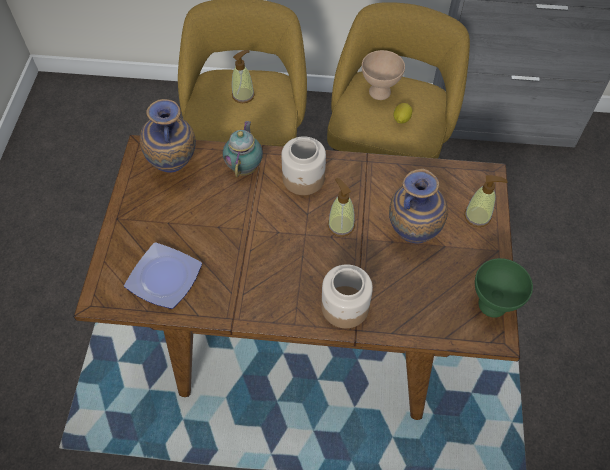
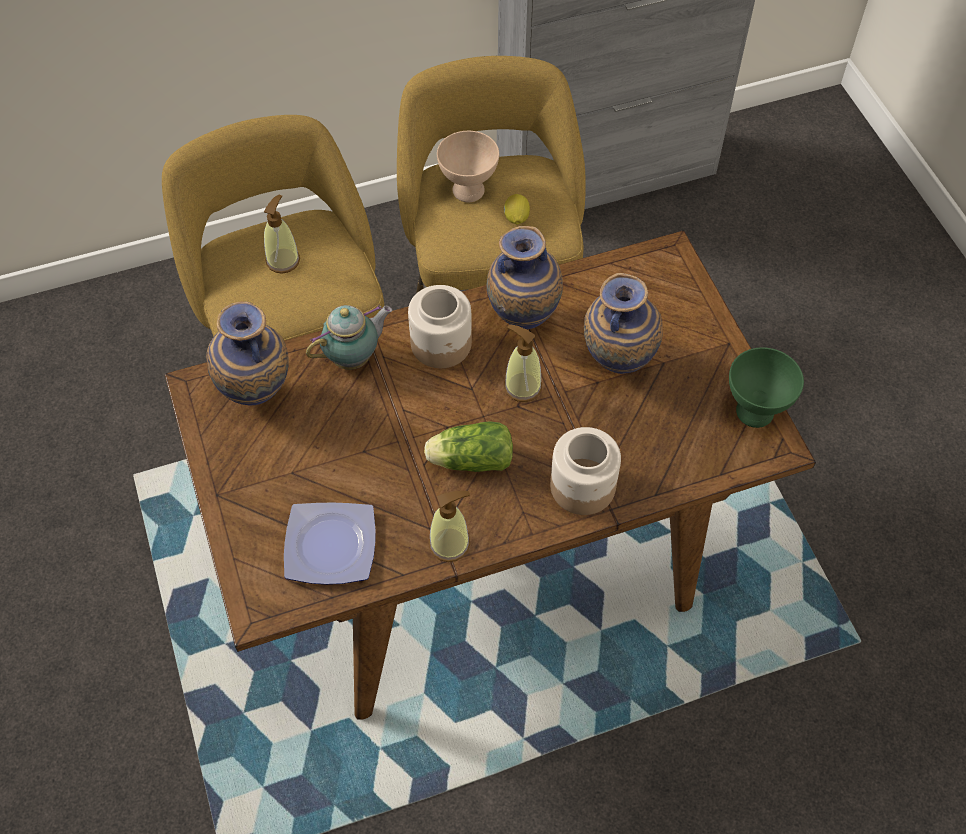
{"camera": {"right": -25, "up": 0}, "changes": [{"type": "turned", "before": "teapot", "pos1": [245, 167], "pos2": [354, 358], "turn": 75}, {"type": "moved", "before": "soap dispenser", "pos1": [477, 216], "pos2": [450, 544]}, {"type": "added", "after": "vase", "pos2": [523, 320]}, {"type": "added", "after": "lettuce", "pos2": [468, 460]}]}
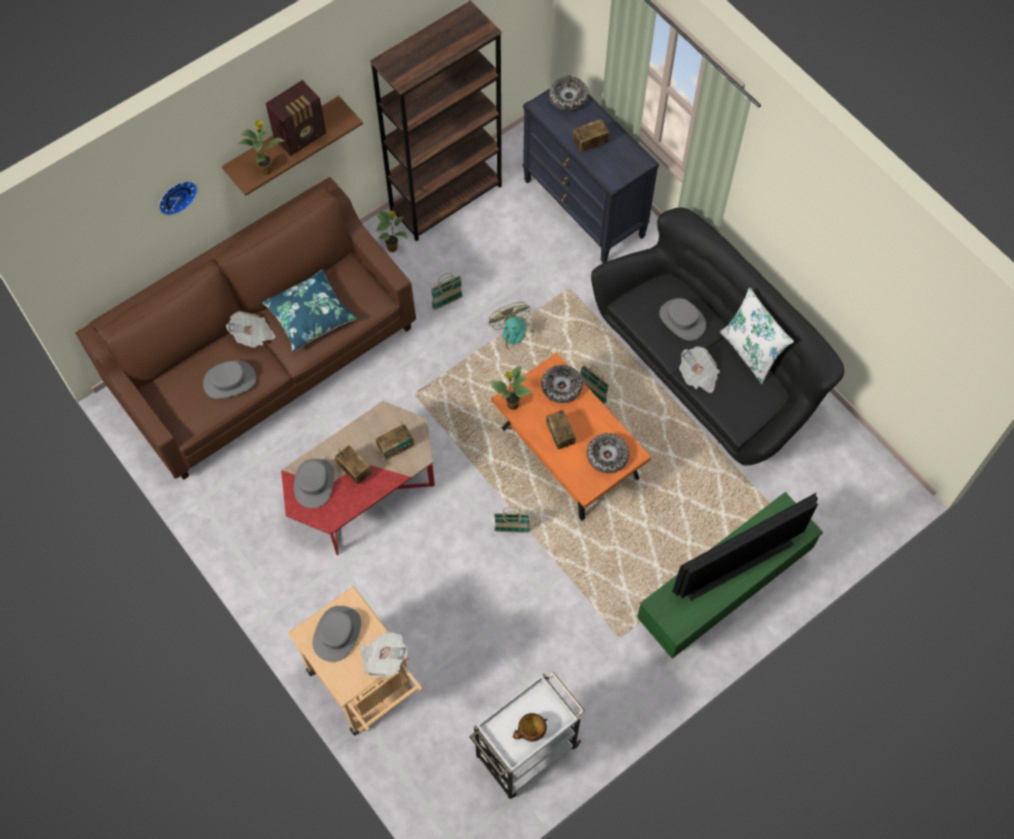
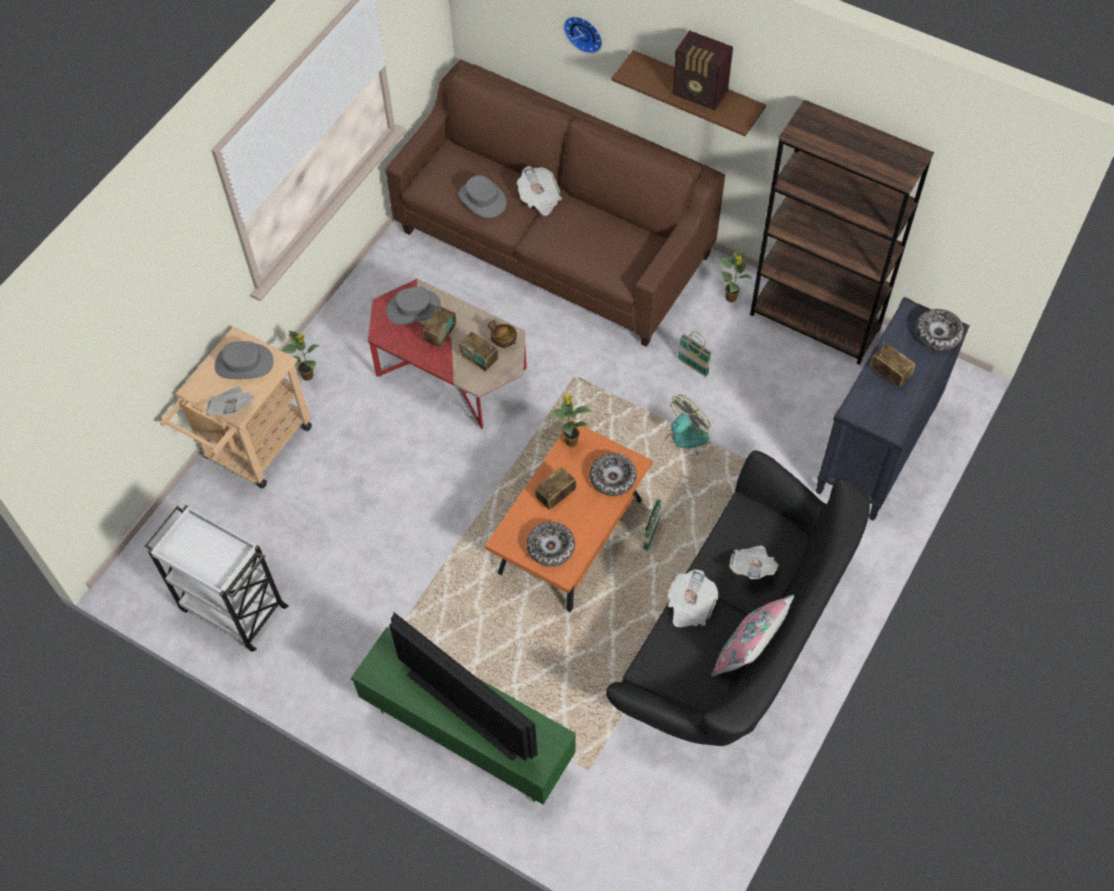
{"camera": {"right": 70, "up": -5}, "changes": [{"type": "moved", "before": "potted plant", "pos1": [267, 170], "pos2": [308, 376]}, {"type": "removed", "before": "pillow in blue", "pos1": [310, 315]}, {"type": "recoloured", "before": "pillow in white", "after": "pillow in pink", "pos1": [750, 352], "pos2": [748, 651]}, {"type": "replaced", "before": "hat in grey", "after": "newspaper", "pos1": [682, 320], "pos2": [752, 567]}, {"type": "removed", "before": "basket", "pos1": [512, 530]}, {"type": "moved", "before": "bowl", "pos1": [531, 731], "pos2": [503, 343]}]}
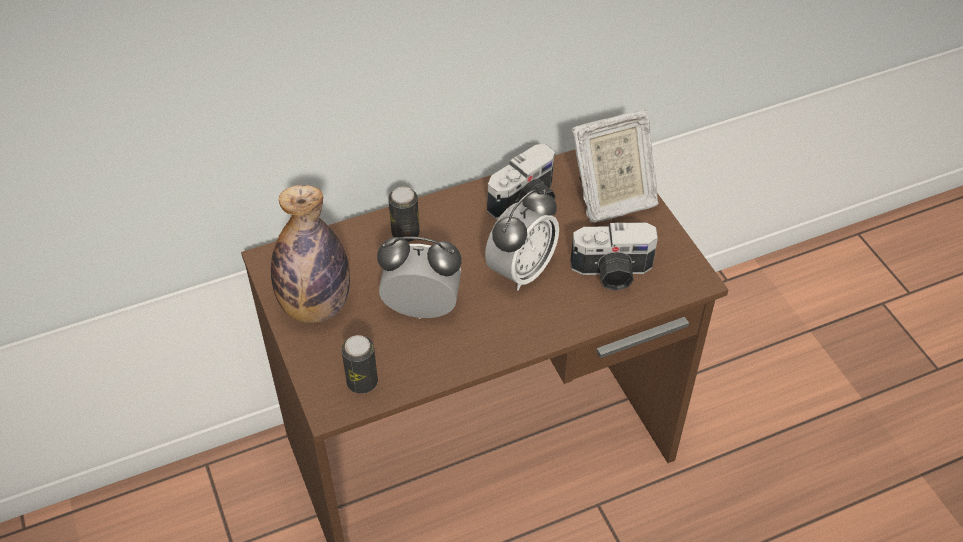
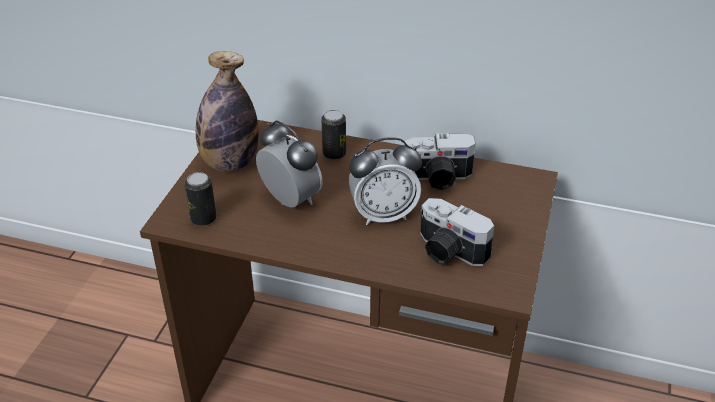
{"camera": {"right": 40, "up": -10}, "changes": [{"type": "removed", "before": "picture frame", "pos1": [612, 199]}]}
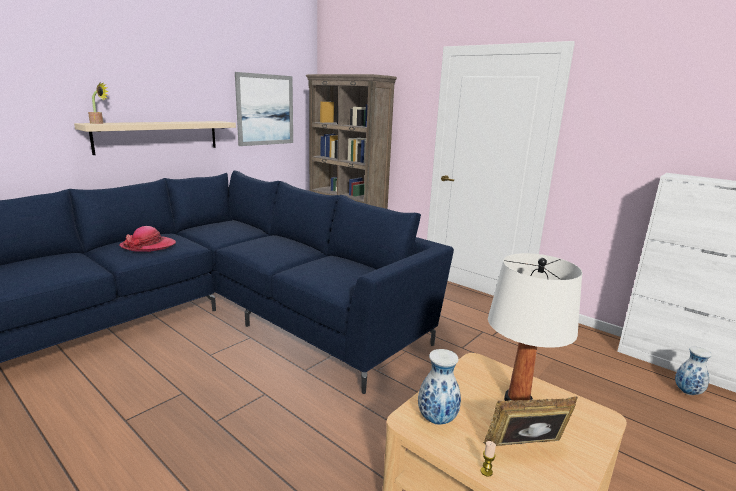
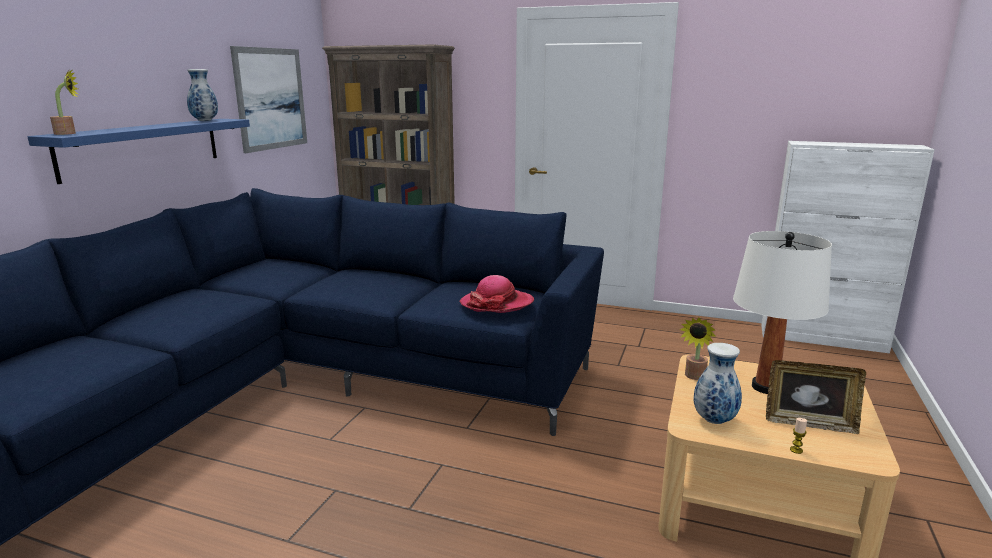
{"camera": {"right": -20, "up": 0}, "changes": [{"type": "recoloured", "before": "shelf in beige", "after": "shelf in blue", "pos1": [158, 136], "pos2": [143, 147]}, {"type": "moved", "before": "hat", "pos1": [148, 246], "pos2": [497, 304]}, {"type": "moved", "before": "vase", "pos1": [687, 392], "pos2": [204, 121]}, {"type": "turned", "before": "picture frame", "pos1": [526, 448], "pos2": [809, 423], "turn": -135}, {"type": "added", "after": "potted plant", "pos2": [694, 377]}]}
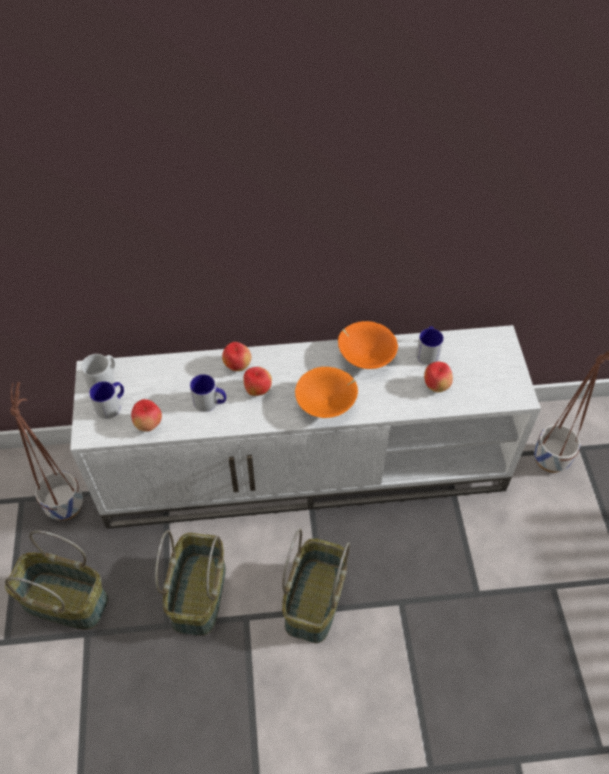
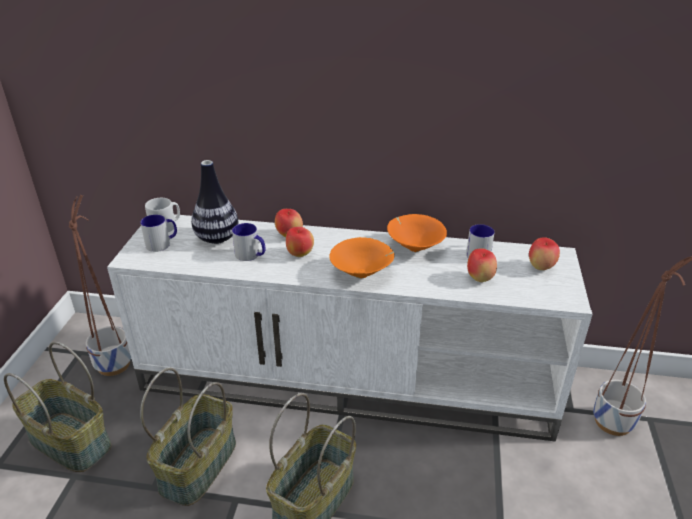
{"camera": {"right": 15, "up": -20}, "changes": [{"type": "moved", "before": "apple", "pos1": [148, 424], "pos2": [541, 267]}, {"type": "added", "after": "vase", "pos2": [217, 238]}]}
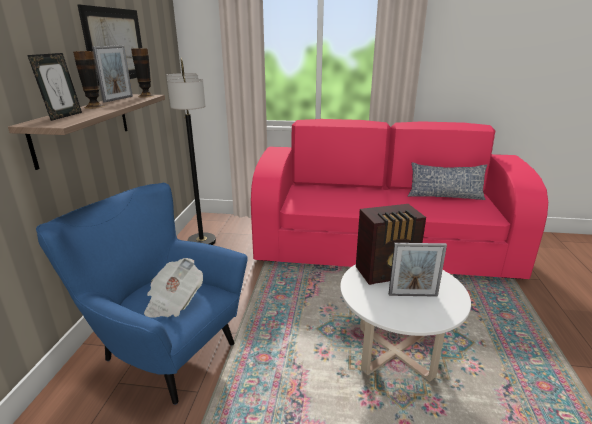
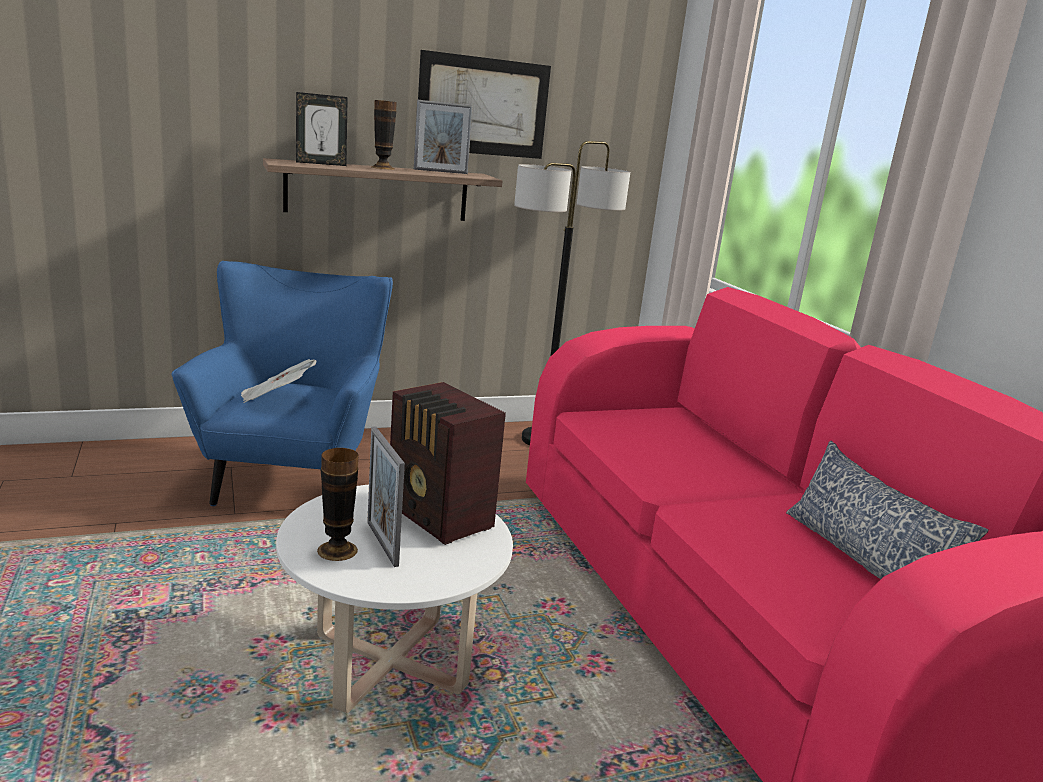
{"camera": {"right": 60, "up": -5}, "changes": [{"type": "moved", "before": "vase", "pos1": [146, 96], "pos2": [337, 550]}]}
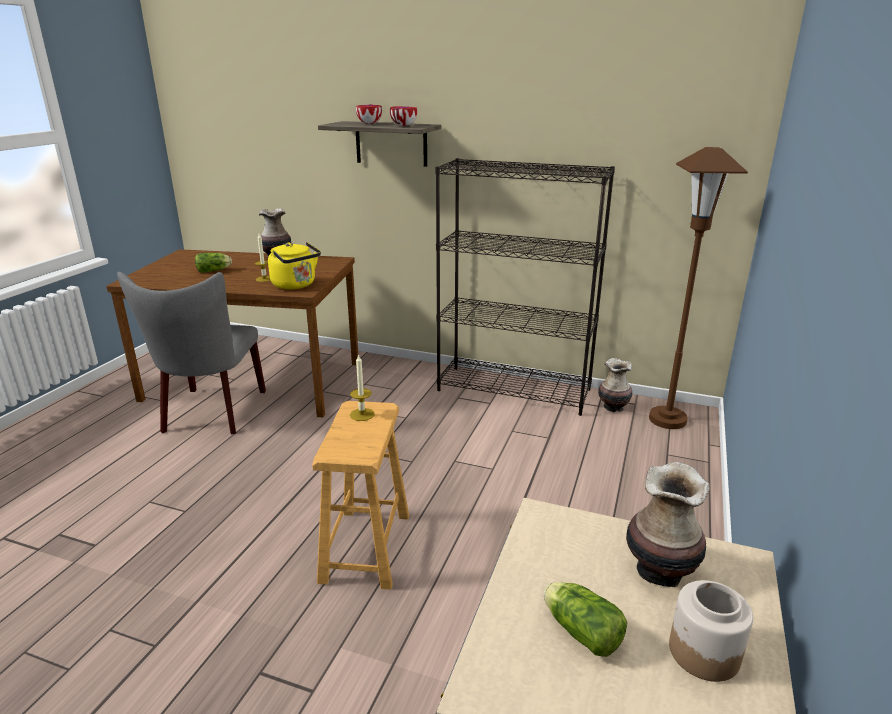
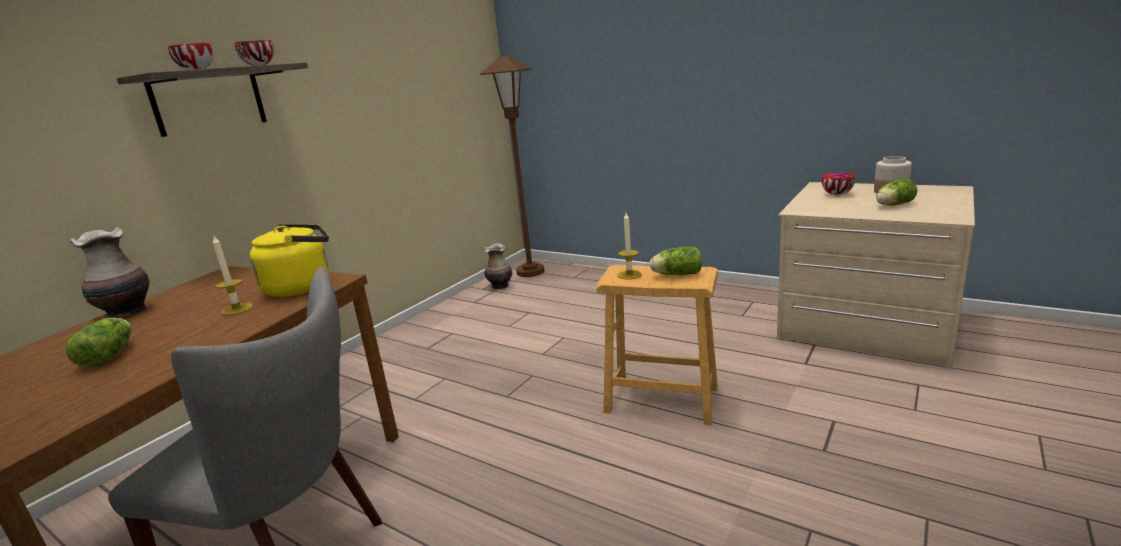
{"camera": {"right": -75, "up": -5}, "changes": [{"type": "removed", "before": "bookcase in black", "pos1": [514, 390]}, {"type": "replaced", "before": "vase", "after": "bowl", "pos1": [660, 570], "pos2": [836, 194]}, {"type": "added", "after": "lettuce", "pos2": [675, 274]}]}
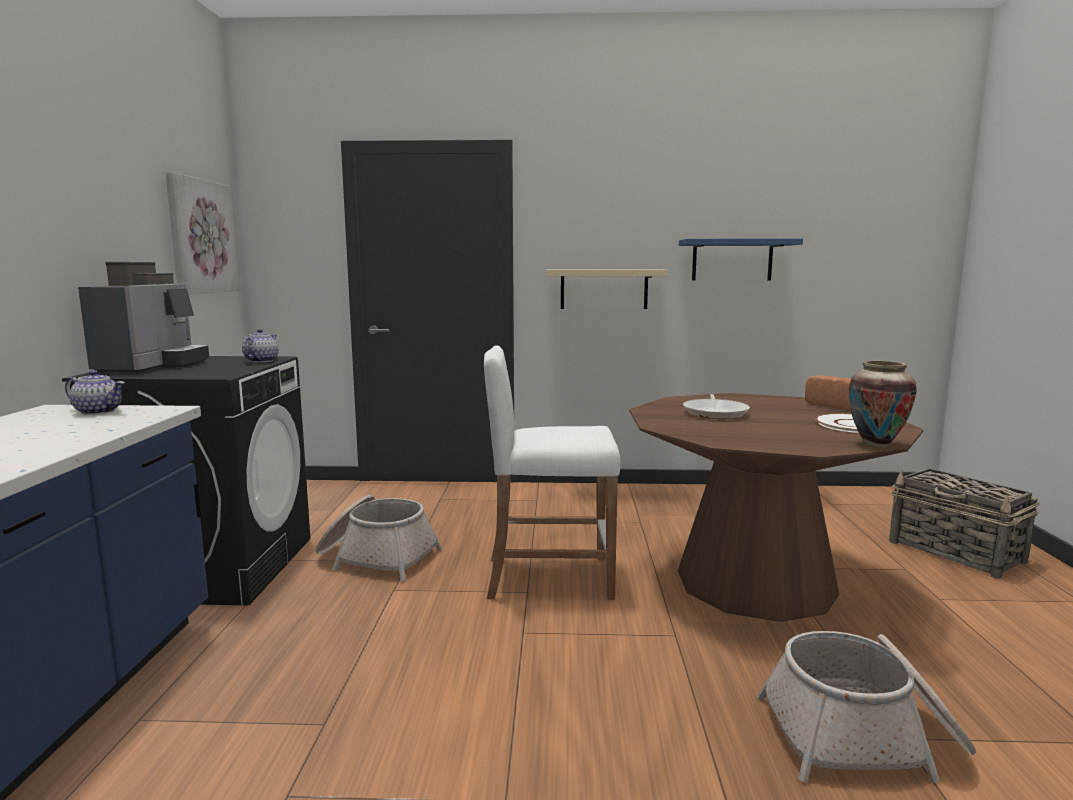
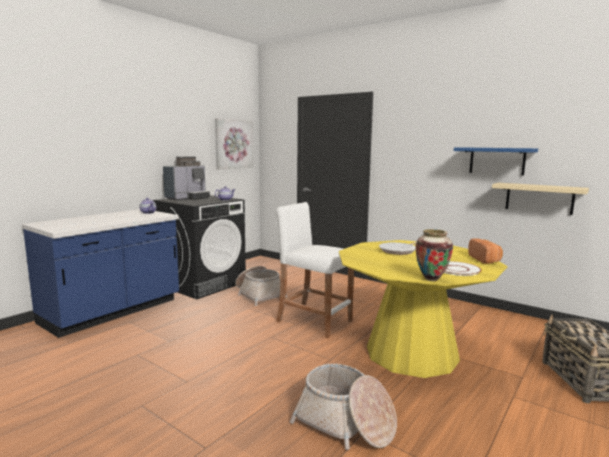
{"camera": {"right": 35, "up": 0}, "changes": [{"type": "moved", "before": "shelf in beige", "pos1": [604, 289], "pos2": [539, 198]}, {"type": "recoloured", "before": "dining table in brown", "after": "dining table in yellow", "pos1": [755, 582], "pos2": [411, 353]}]}
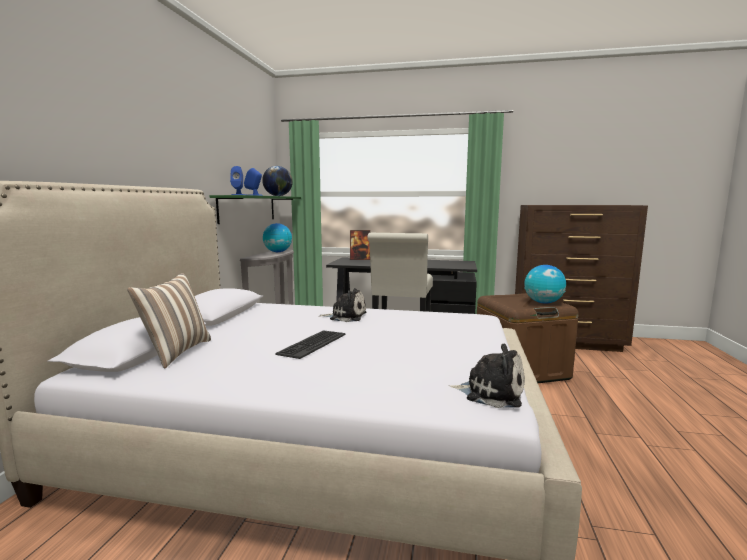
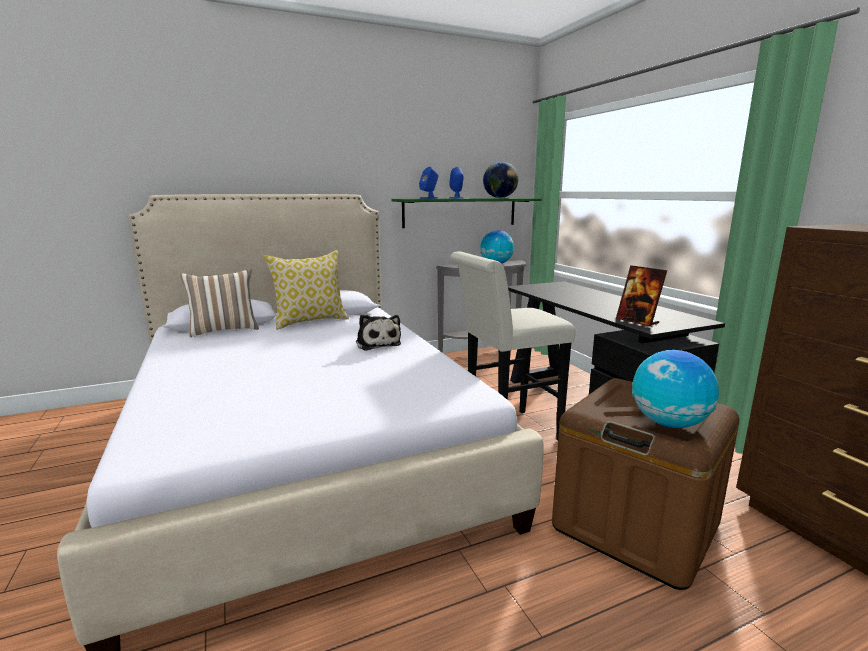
{"camera": {"right": 55, "up": 5}, "changes": [{"type": "moved", "before": "picture frame", "pos1": [360, 259], "pos2": [637, 321]}, {"type": "removed", "before": "keyboard", "pos1": [312, 344]}, {"type": "removed", "before": "plush toy", "pos1": [490, 392]}, {"type": "added", "after": "pillow", "pos2": [310, 321]}]}
